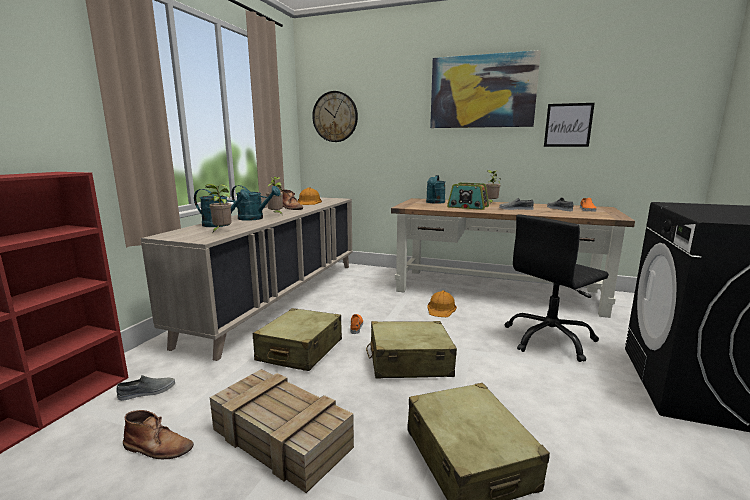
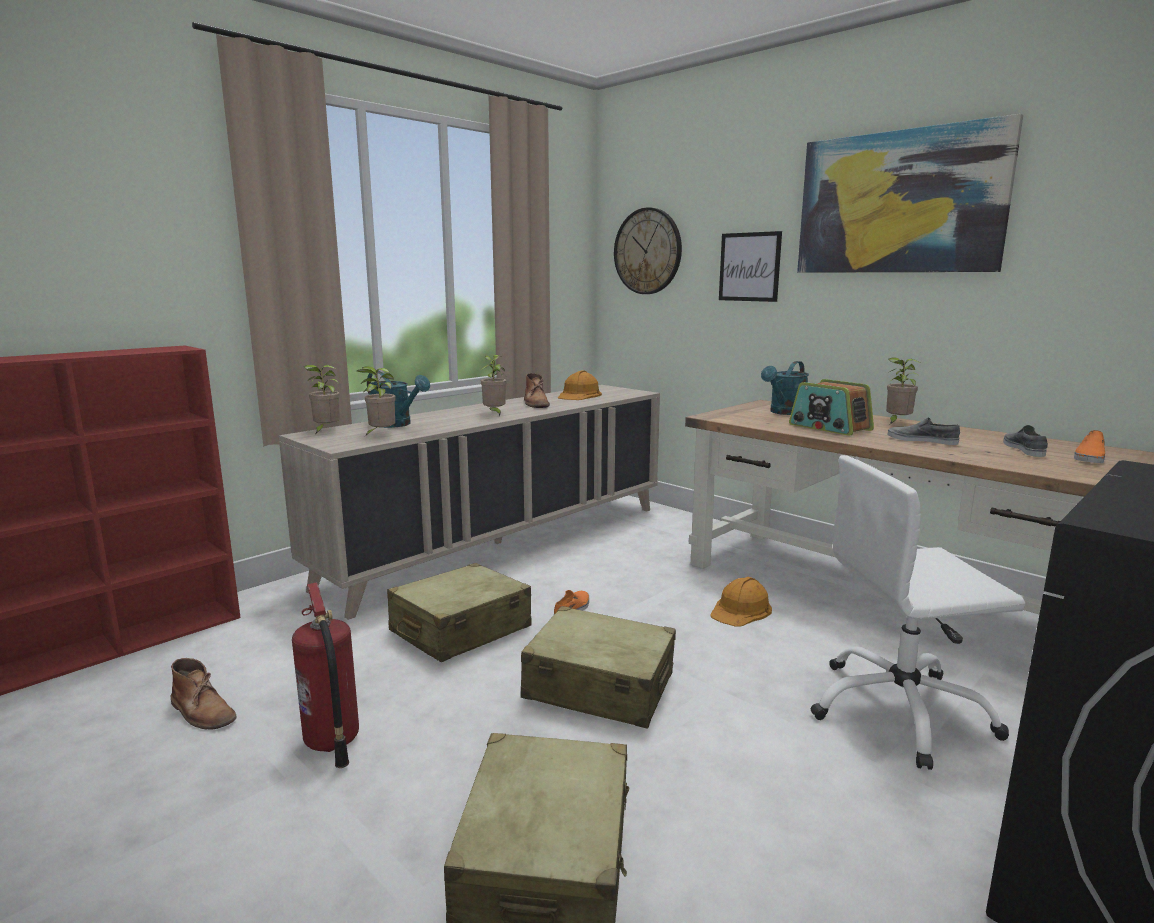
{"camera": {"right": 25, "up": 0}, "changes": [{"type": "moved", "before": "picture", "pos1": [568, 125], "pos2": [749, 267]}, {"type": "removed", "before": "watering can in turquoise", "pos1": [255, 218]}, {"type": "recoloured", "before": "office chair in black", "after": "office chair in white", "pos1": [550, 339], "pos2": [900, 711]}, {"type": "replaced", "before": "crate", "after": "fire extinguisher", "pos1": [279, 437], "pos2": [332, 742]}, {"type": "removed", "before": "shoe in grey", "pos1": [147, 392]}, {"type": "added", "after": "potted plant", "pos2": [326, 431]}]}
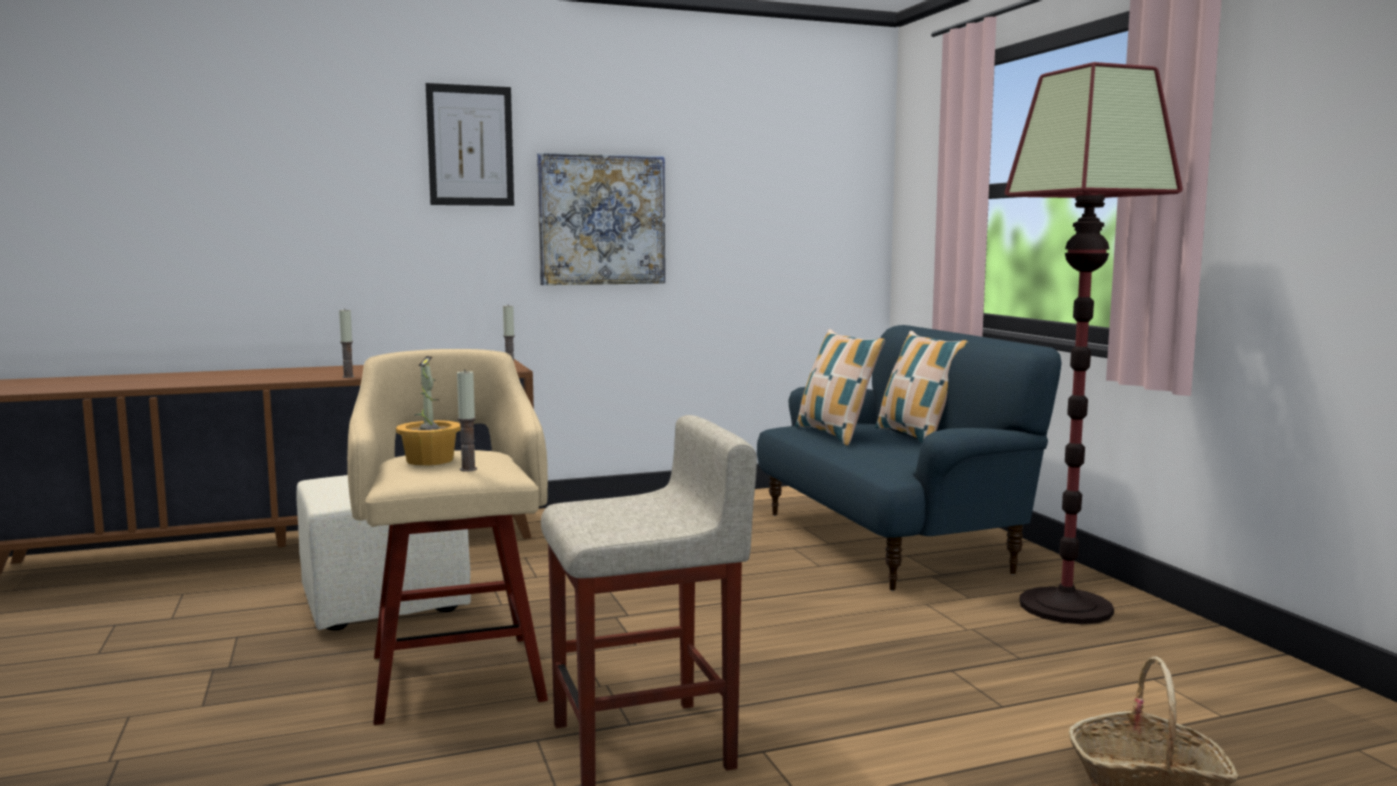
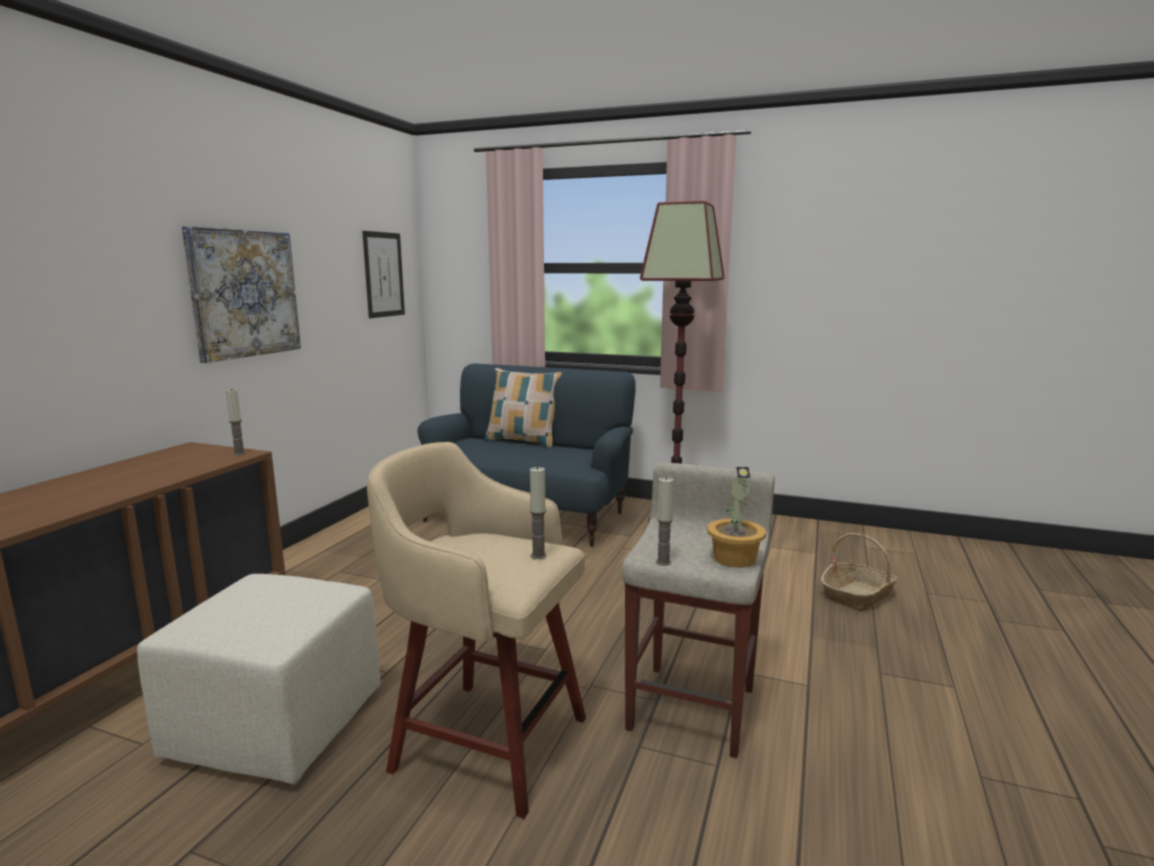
{"camera": {"right": -50, "up": 5}, "changes": [{"type": "moved", "before": "picture", "pos1": [470, 145], "pos2": [383, 274]}, {"type": "moved", "before": "candle", "pos1": [348, 377], "pos2": [663, 562]}, {"type": "removed", "before": "pillow", "pos1": [835, 435]}, {"type": "moved", "before": "potted plant", "pos1": [431, 460], "pos2": [734, 558]}]}
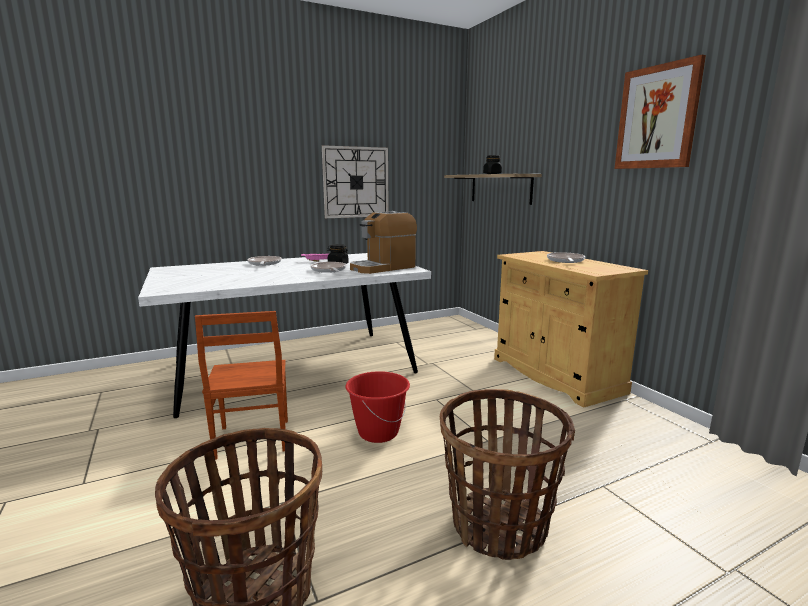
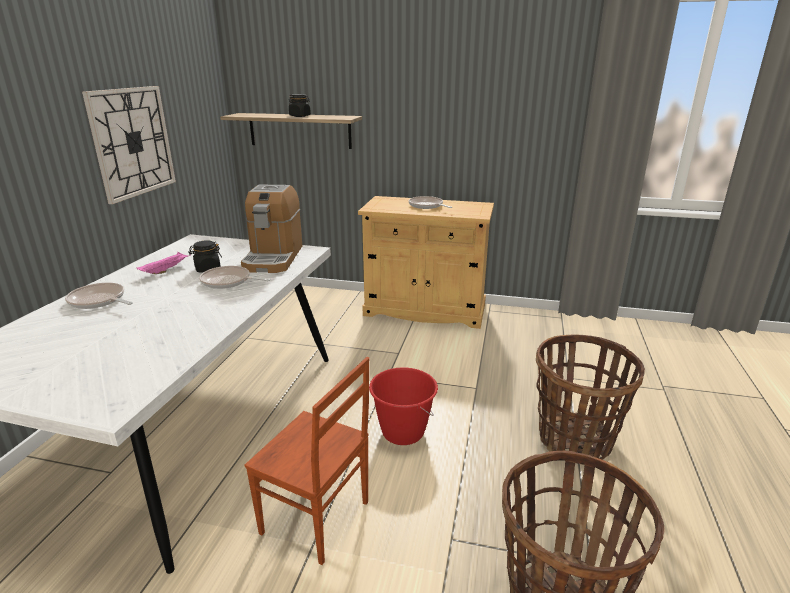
{"camera": {"right": -50, "up": 10}, "changes": [{"type": "removed", "before": "picture", "pos1": [657, 117]}]}
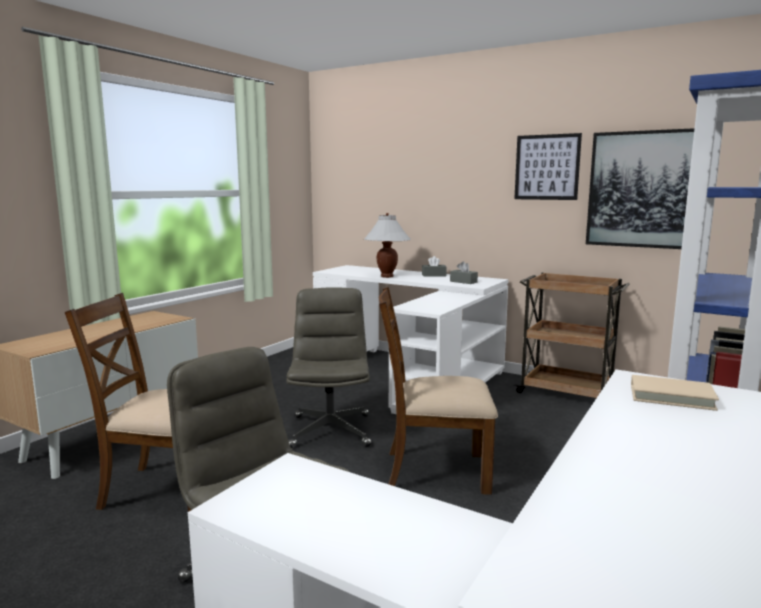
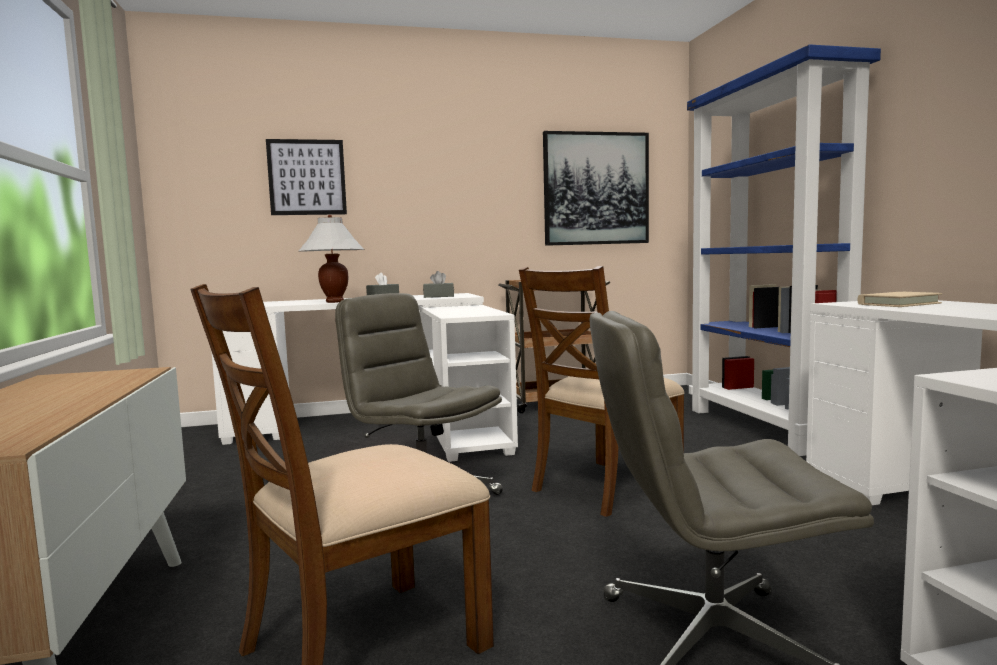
{"camera": {"right": -45, "up": -5}, "changes": [{"type": "moved", "before": "picture", "pos1": [547, 167], "pos2": [307, 177]}]}
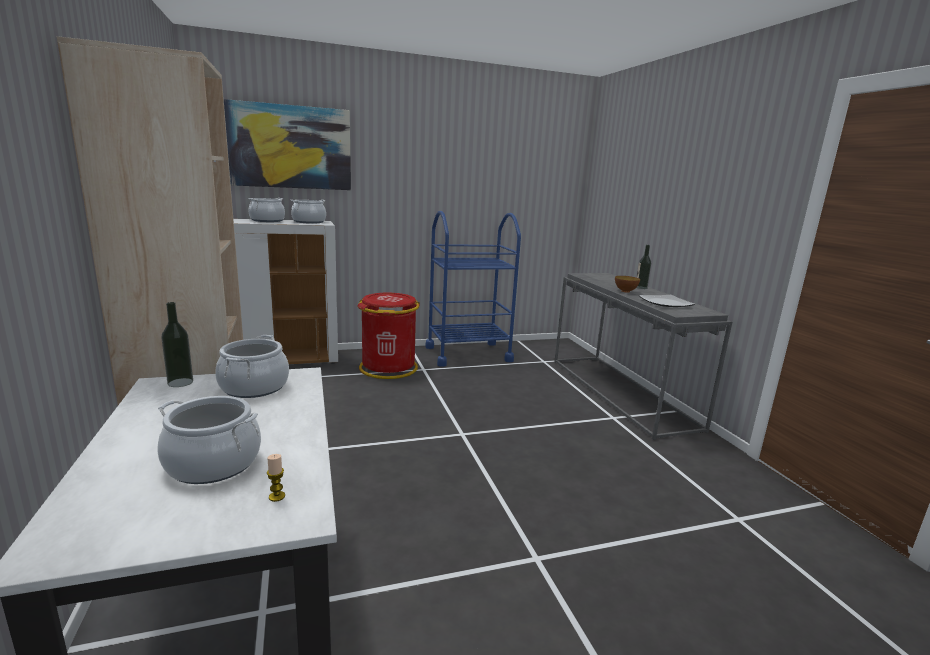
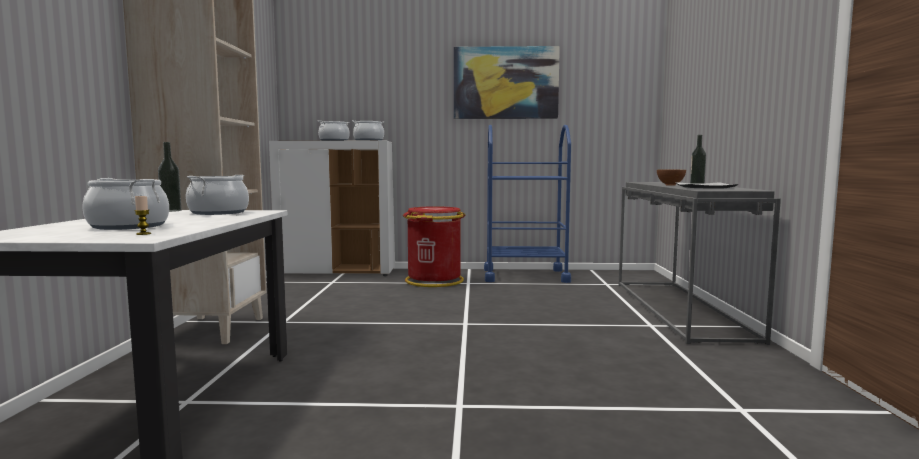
{"camera": {"right": 20, "up": -10}, "changes": [{"type": "moved", "before": "picture", "pos1": [290, 147], "pos2": [505, 83]}]}
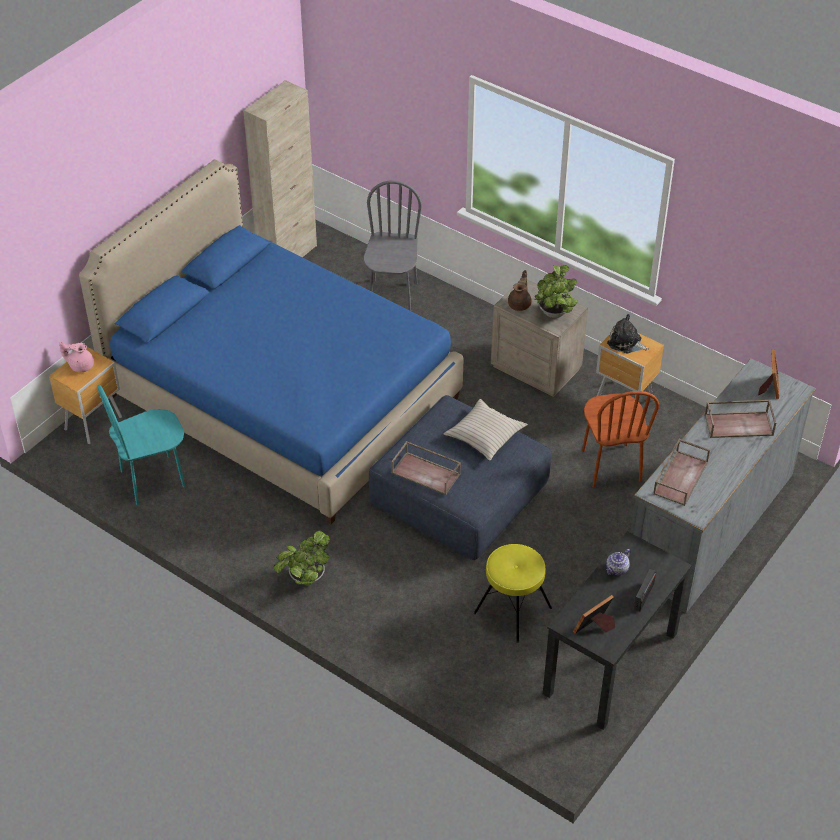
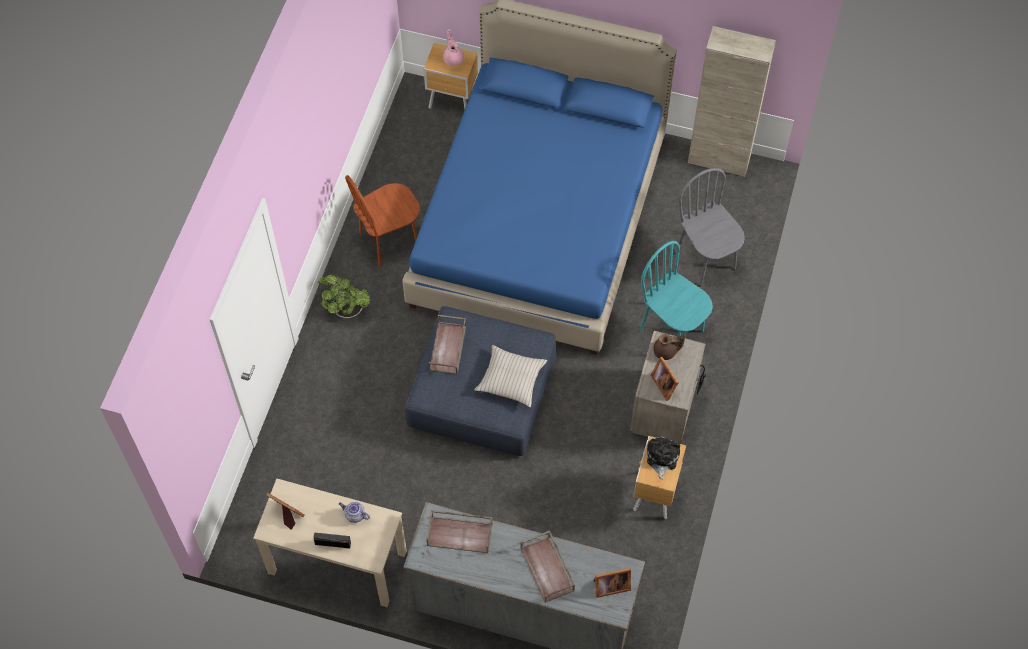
{"camera": {"right": 70, "up": 15}, "changes": [{"type": "turned", "before": "chair in grey", "pos1": [392, 296], "pos2": [706, 260], "turn": -105}, {"type": "replaced", "before": "potted plant", "after": "picture frame", "pos1": [553, 314], "pos2": [664, 383]}, {"type": "moved", "before": "chair in turquoise", "pos1": [153, 479], "pos2": [672, 330]}, {"type": "moved", "before": "chair in brown", "pos1": [610, 465], "pos2": [389, 241]}, {"type": "recoloured", "before": "desk in black", "after": "desk in beige", "pos1": [610, 664], "pos2": [337, 562]}, {"type": "removed", "before": "stool in yellow", "pos1": [512, 610]}]}
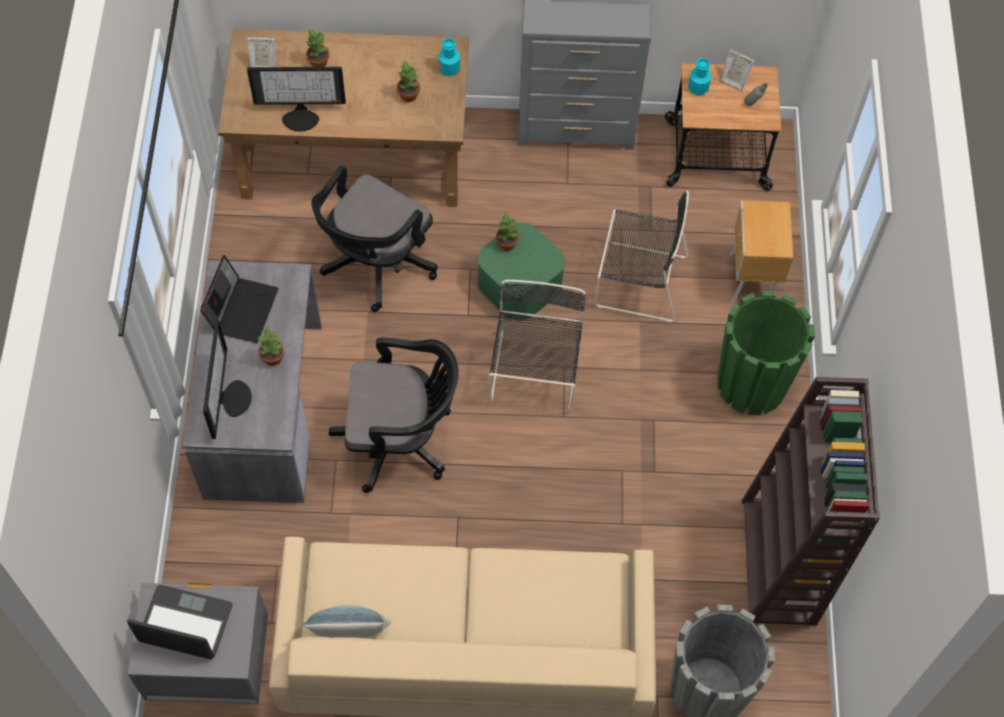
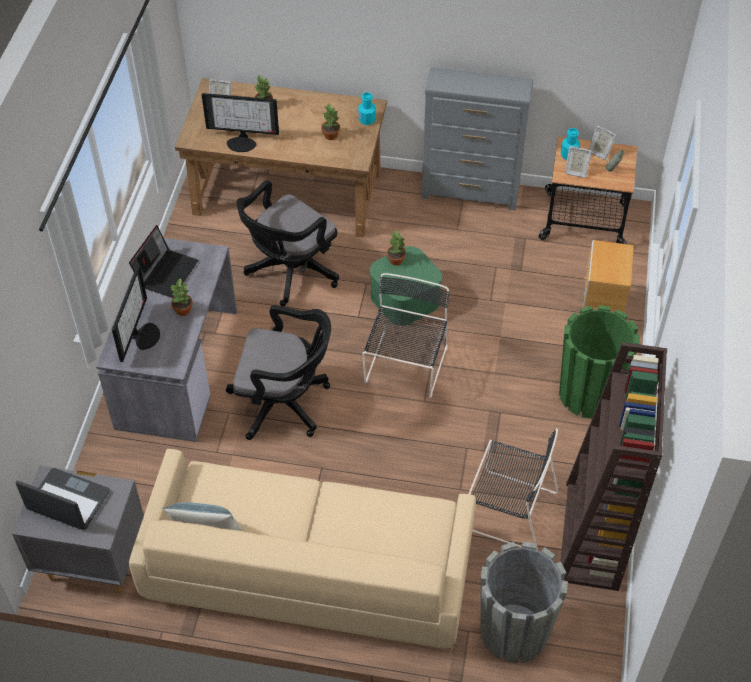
{"camera": {"right": 10, "up": -10}, "changes": [{"type": "moved", "before": "chair in black", "pos1": [637, 280], "pos2": [507, 509]}, {"type": "added", "after": "picture frame", "pos2": [576, 171]}]}
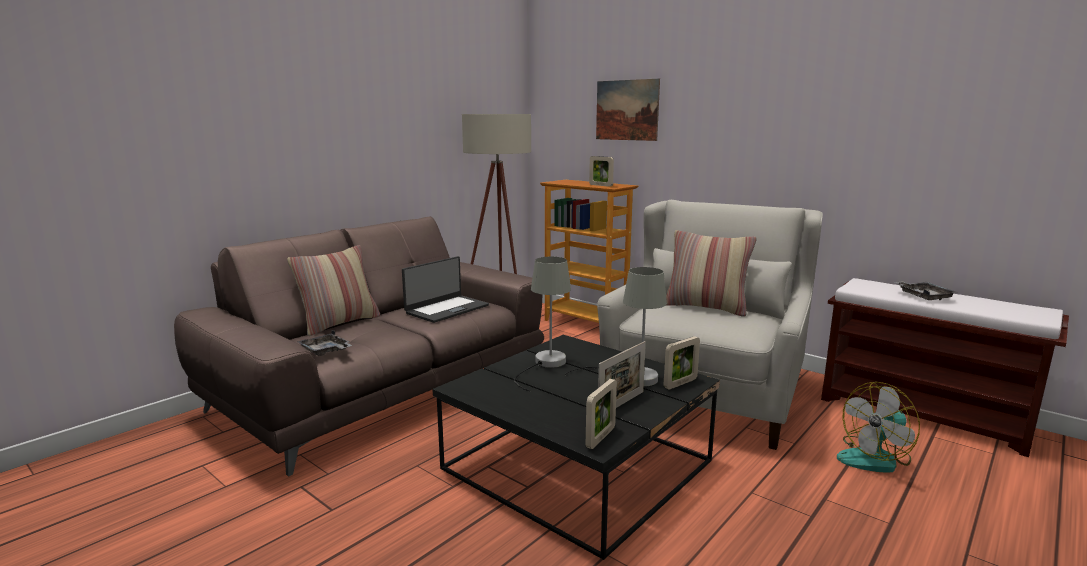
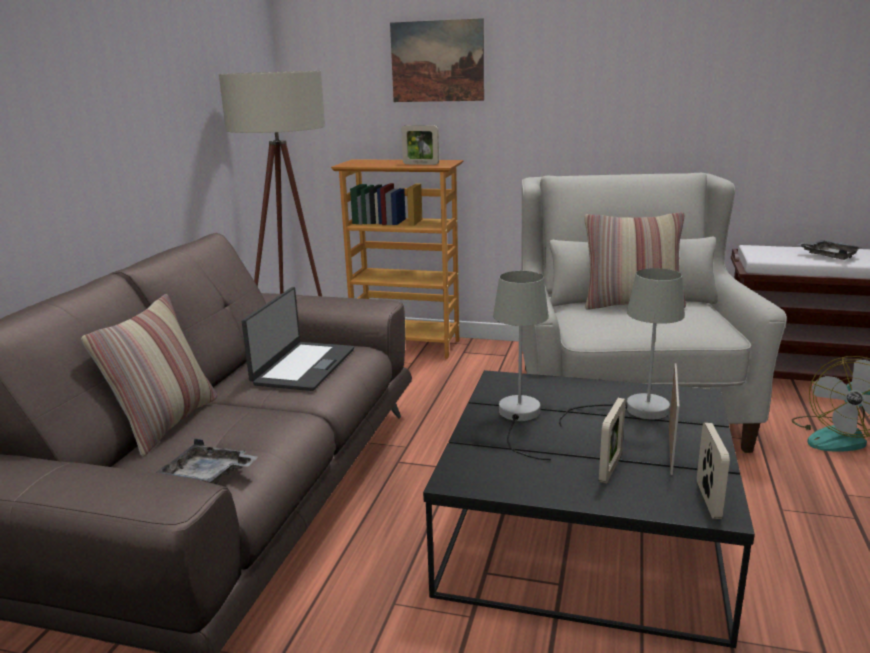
{"camera": {"right": -25, "up": 5}, "changes": [{"type": "moved", "before": "picture frame", "pos1": [680, 383], "pos2": [610, 468]}]}
